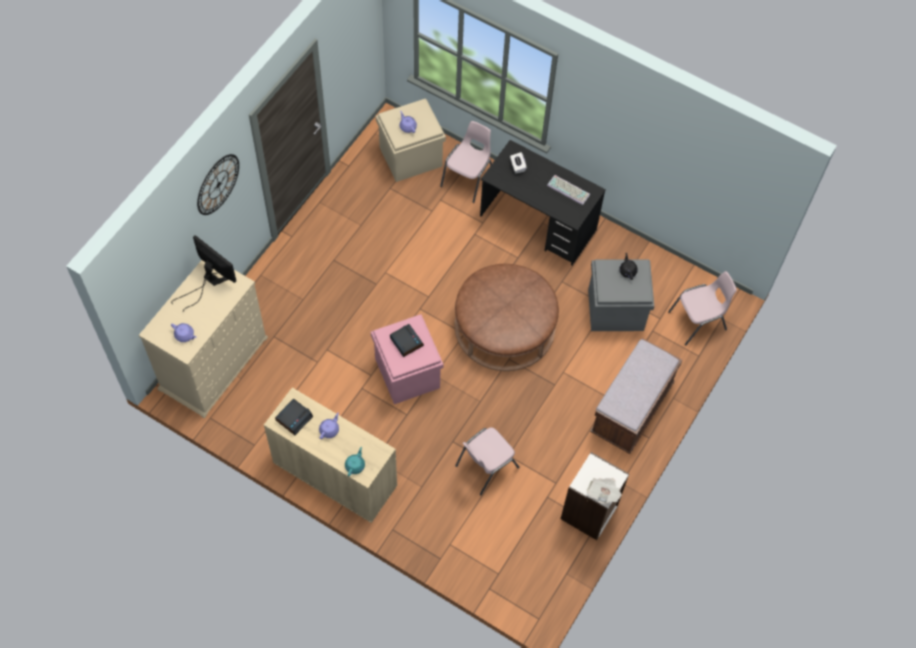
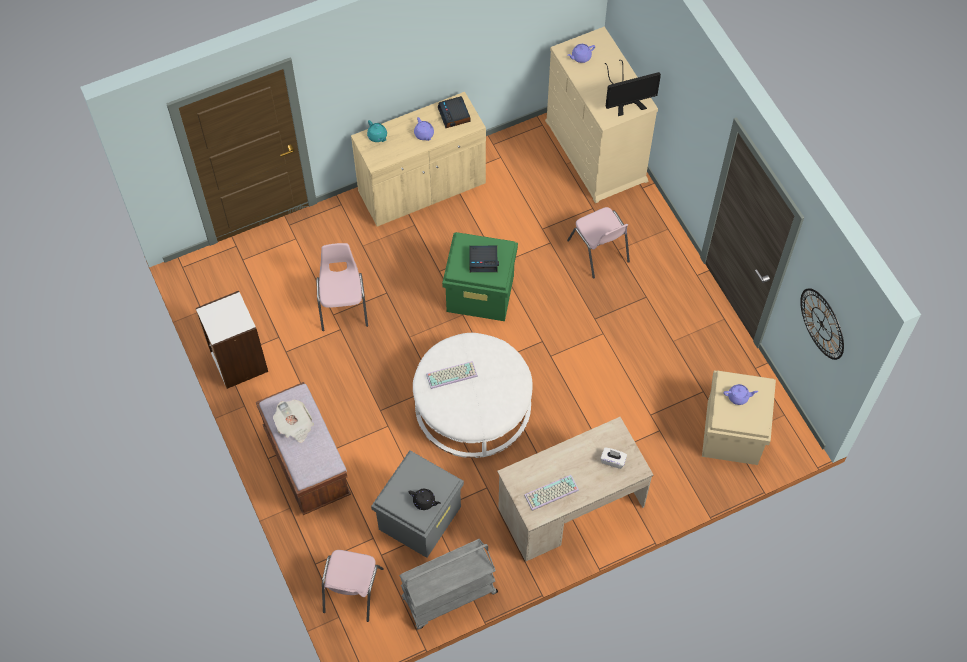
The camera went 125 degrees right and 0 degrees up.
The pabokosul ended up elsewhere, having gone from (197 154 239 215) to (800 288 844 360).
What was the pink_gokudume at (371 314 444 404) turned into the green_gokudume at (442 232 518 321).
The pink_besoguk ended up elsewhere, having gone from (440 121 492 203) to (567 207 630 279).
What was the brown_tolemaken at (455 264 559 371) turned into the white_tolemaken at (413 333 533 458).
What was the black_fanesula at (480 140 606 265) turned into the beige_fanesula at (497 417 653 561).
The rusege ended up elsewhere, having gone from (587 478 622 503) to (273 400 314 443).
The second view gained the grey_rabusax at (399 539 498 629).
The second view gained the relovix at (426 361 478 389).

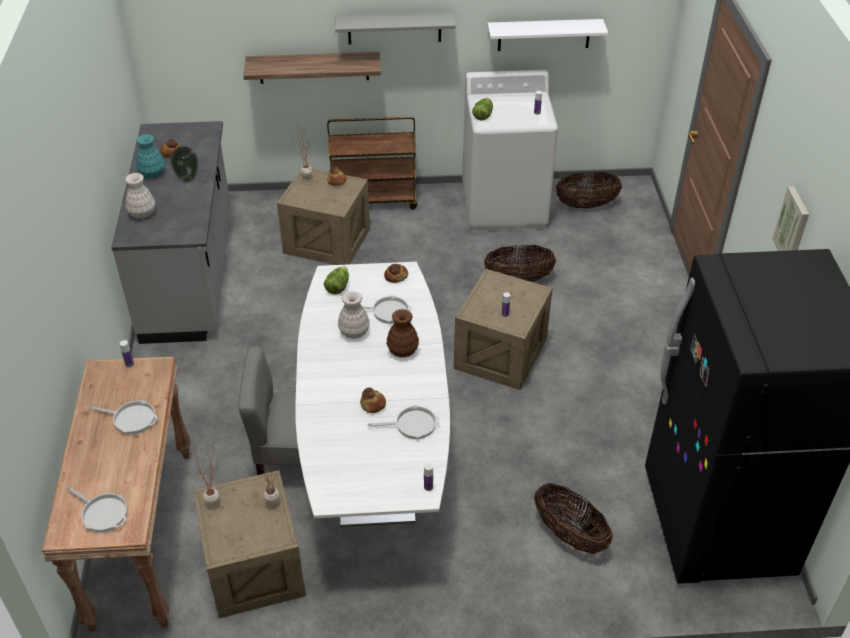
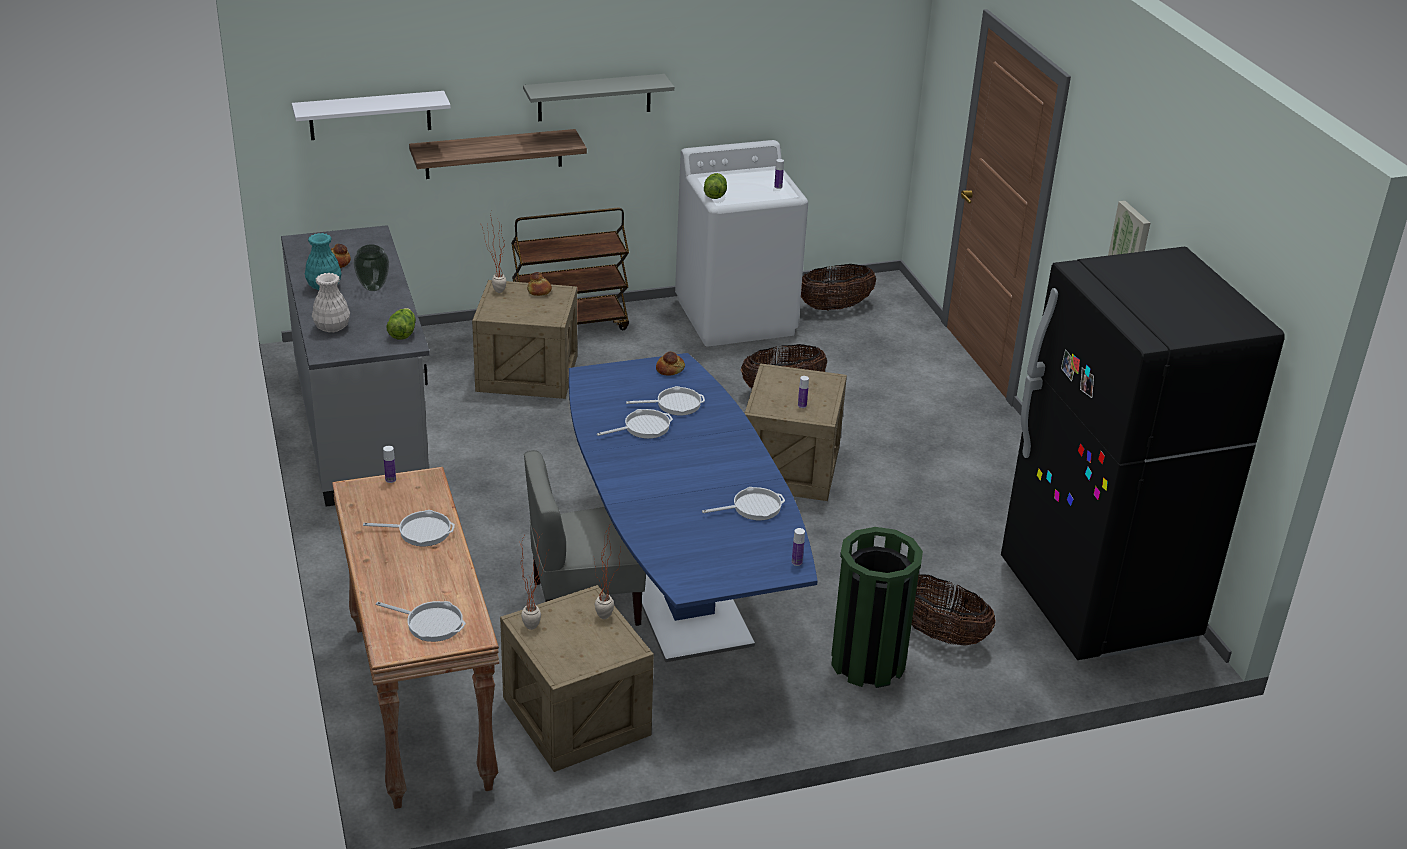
The camera went 15 degrees left and 10 degrees down.
What was the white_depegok at (295 262 450 527) turned into the blue_depegok at (569 353 818 662).
The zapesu ended up elsewhere, having gone from (324 266 349 295) to (386 308 416 340).
Where the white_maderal stood at (338 291 370 339), the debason came to stand at (597 409 673 439).
The second view lost the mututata at (360 387 386 413).
The second view lost the brown_maderal at (386 309 419 357).
The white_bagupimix ended up elsewhere, having gone from (487 19 608 51) to (292 91 451 140).
The second view gained the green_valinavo at (831 527 923 688).

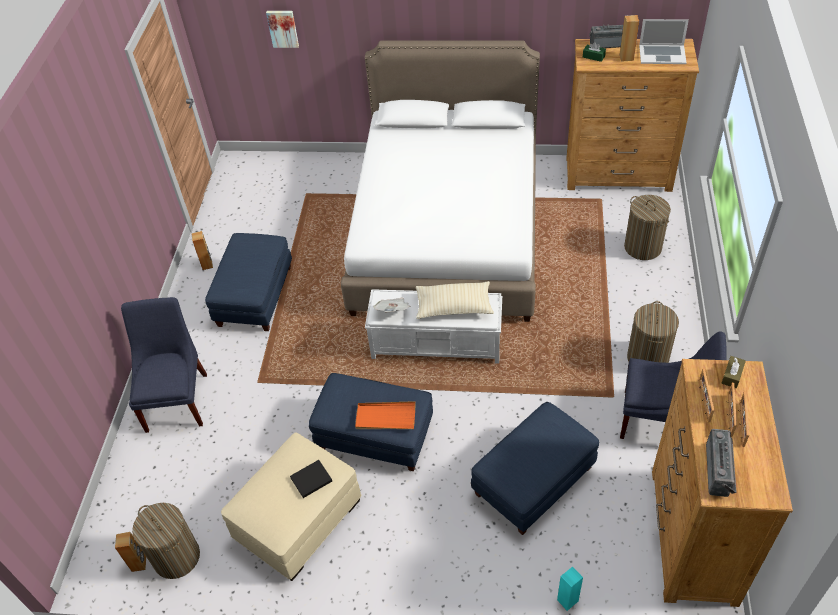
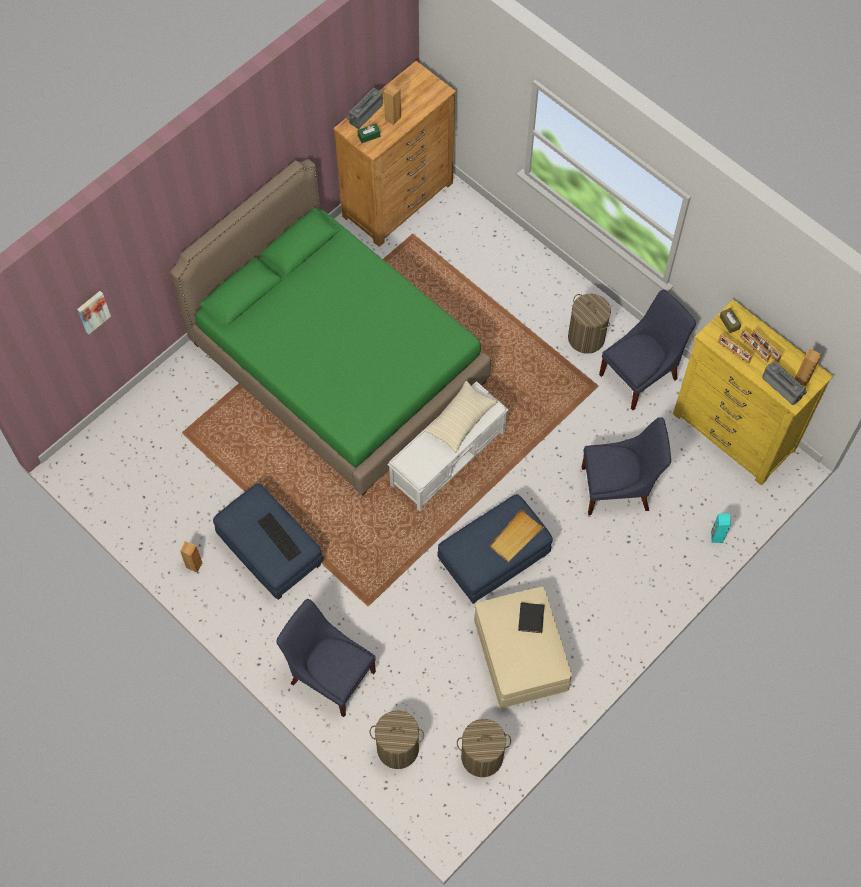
The camera went 55 degrees left and 15 degrees up.
The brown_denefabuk ended up elsewhere, having gone from (115 532 146 572) to (795 348 822 387).
What was the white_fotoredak at (341 41 540 322) turned into the green_fotoredak at (170 159 491 496).
What was the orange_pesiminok at (355 401 415 429) turned into the beige_pesiminok at (489 509 543 563).
The second view lost the rusege at (373 297 411 312).
Where the blue_tolemaken stood at (471 402 599 535), the blue_besoguk came to stand at (582 417 671 515).
The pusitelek ended up elsewhere, having gone from (624 195 671 260) to (370 711 424 769).
The second view lost the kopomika at (639 19 689 64).
What was the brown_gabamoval at (652 359 793 607) turned into the yellow_gabamoval at (673 299 833 486).
The second view gained the relovix at (257 513 302 561).

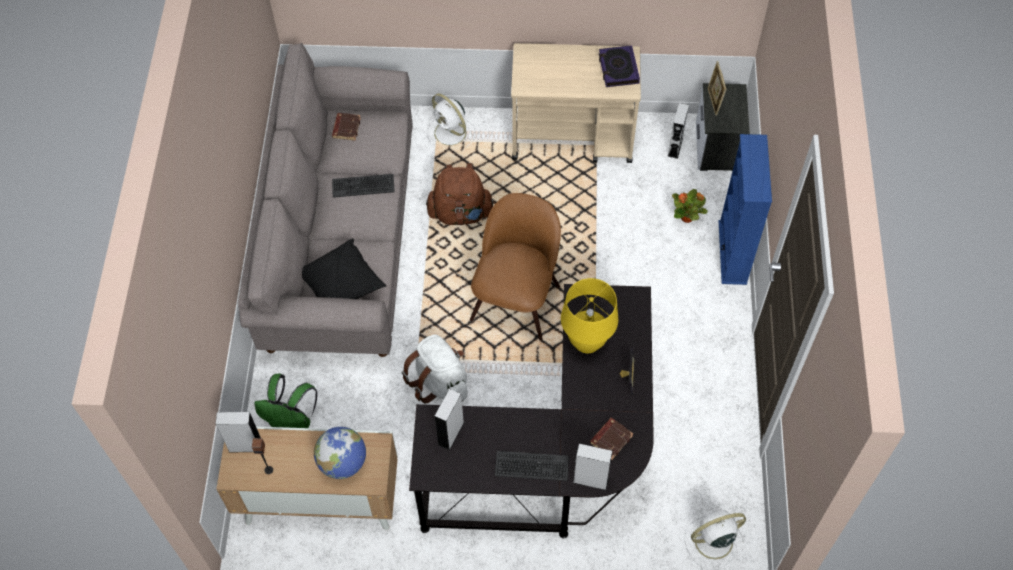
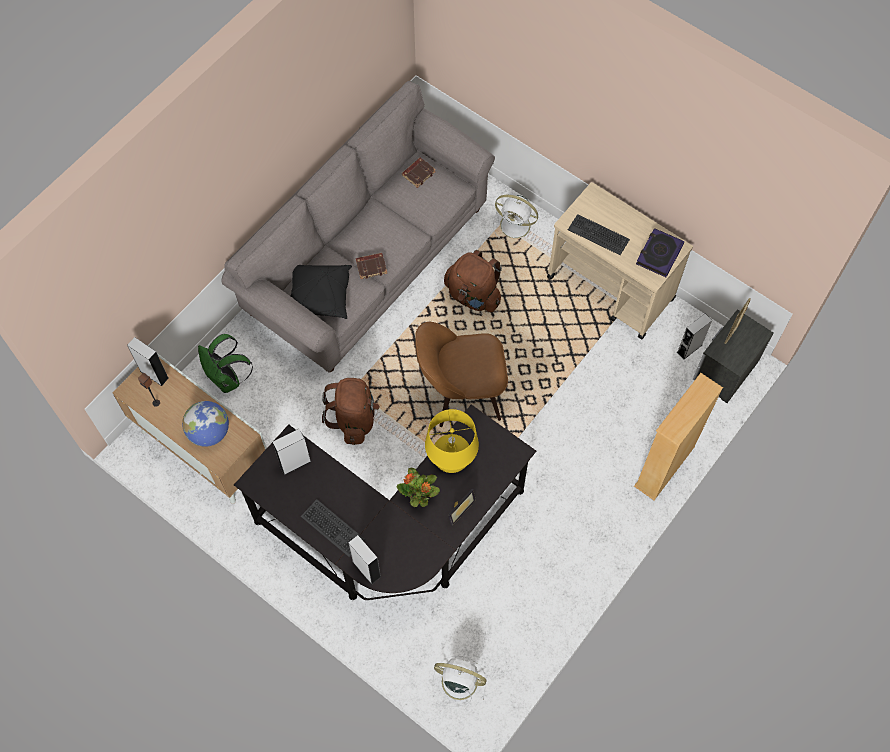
The camera went 35 degrees right and 5 degrees up.
The relovix ended up elsewhere, having gone from (332 174 395 198) to (568 214 630 255).
What was the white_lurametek at (402 334 468 404) turned into the brown_lurametek at (322 378 380 445).
The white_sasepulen at (427 93 476 147) ended up facing another way, 60 degrees counterclockwise from before.
The brown_besoguk at (470 193 561 340) ended up facing another way, 150 degrees counterclockwise from before.
The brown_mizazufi ended up elsewhere, having gone from (590 418 633 460) to (356 253 387 279).
The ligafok ended up elsewhere, having gone from (672 189 707 223) to (397 467 440 507).
What was the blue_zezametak at (719 134 772 285) turned into the beige_zezametak at (634 373 723 500).

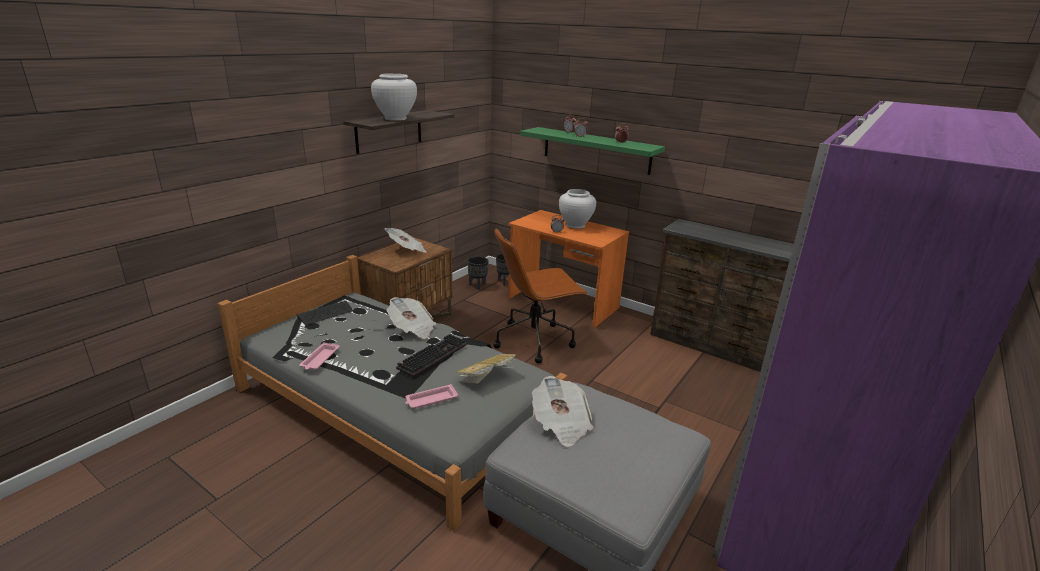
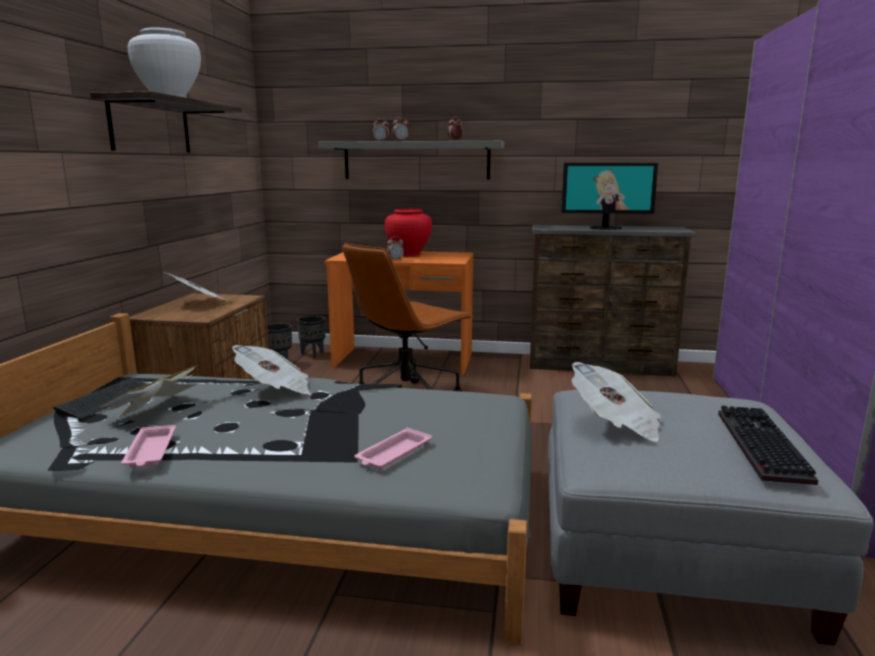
The camera went 25 degrees left and 10 degrees down.
The relovix ended up elsewhere, having gone from (396 334 467 377) to (718 405 818 485).
The mizazufi ended up elsewhere, having gone from (455 354 517 383) to (98 366 197 420).
What was the green_bagupimix at (520 127 665 175) turned into the grey_bagupimix at (318 141 504 180).
What was the white_maderal at (559 189 596 229) turned into the red_maderal at (385 208 432 256).
The second view gained the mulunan at (561 163 658 230).

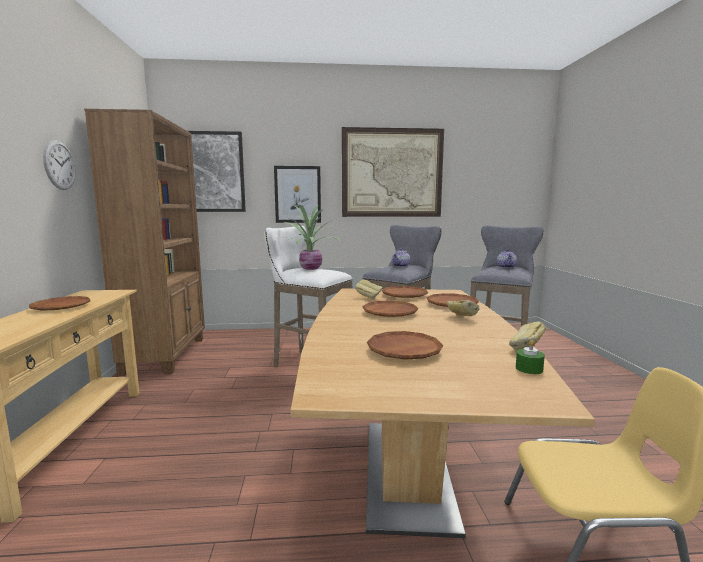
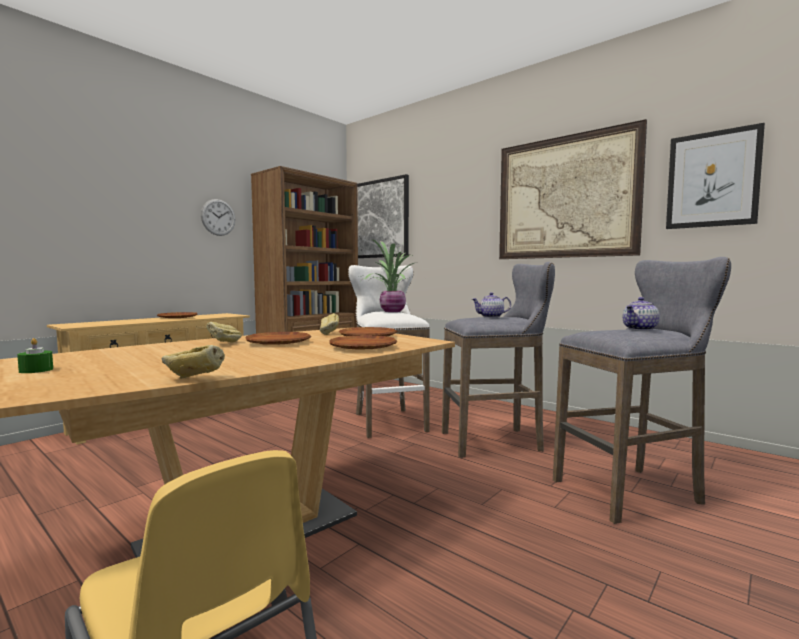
The camera went 45 degrees right and 5 degrees down.
The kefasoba ended up elsewhere, having gone from (274 166 321 223) to (666 123 765 229).
The second view lost the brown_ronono at (367 331 443 360).
The mututata ended up elsewhere, having gone from (447 300 480 316) to (206 322 242 343).
The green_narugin ended up elsewhere, having gone from (516 340 545 374) to (17 338 53 373).

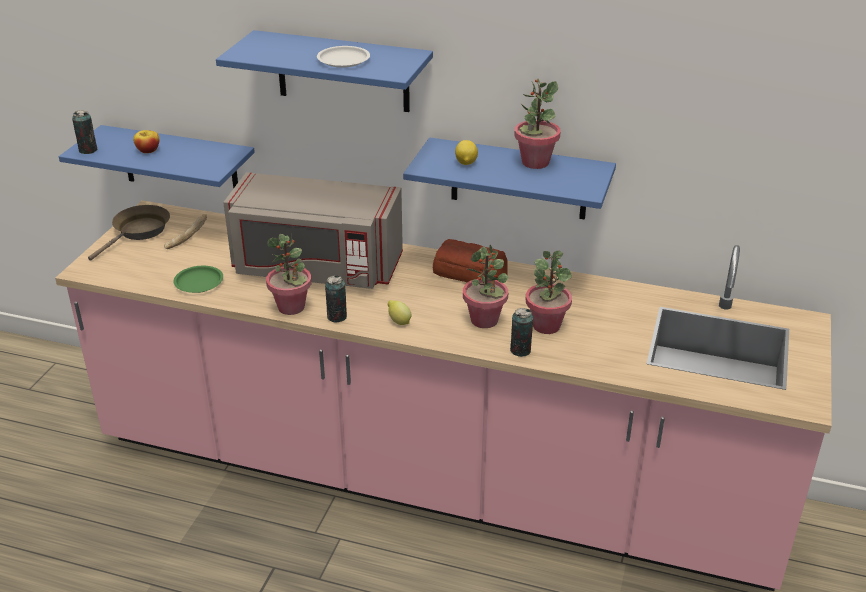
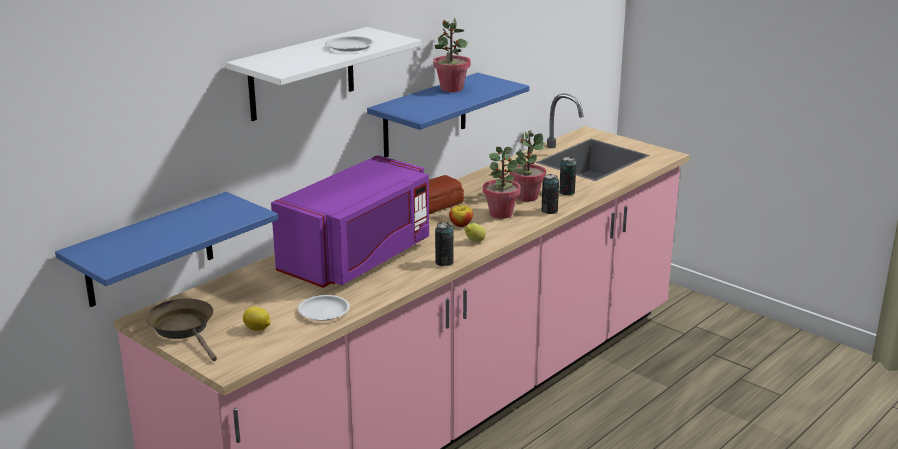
The camera went 65 degrees left and 10 degrees down.
The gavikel ended up elsewhere, having gone from (72 110 97 154) to (559 157 576 195).
The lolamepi ended up elsewhere, having gone from (133 130 159 153) to (449 205 473 227).
The second view lost the mututata at (164 214 207 249).
What was the green_ronono at (173 266 223 293) turned into the white_ronono at (298 295 350 321).
What was the blue_bagupimix at (216 30 433 112) turned into the white_bagupimix at (226 27 421 121).
What was the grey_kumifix at (223 172 403 289) turned into the purple_kumifix at (271 155 429 288).
The second view lost the ligafok at (266 233 312 315).
The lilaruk ended up elsewhere, having gone from (455 140 478 165) to (243 306 270 331).

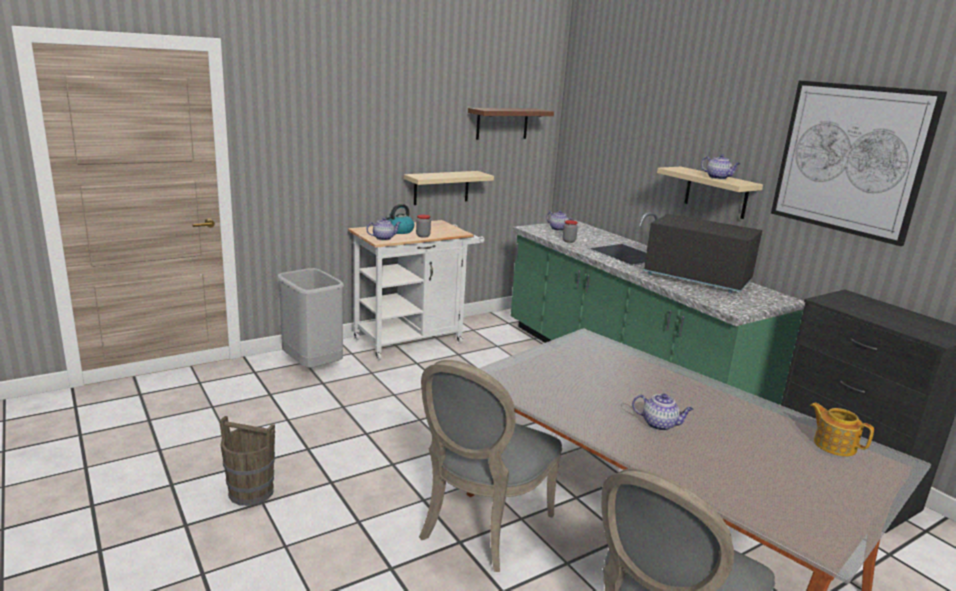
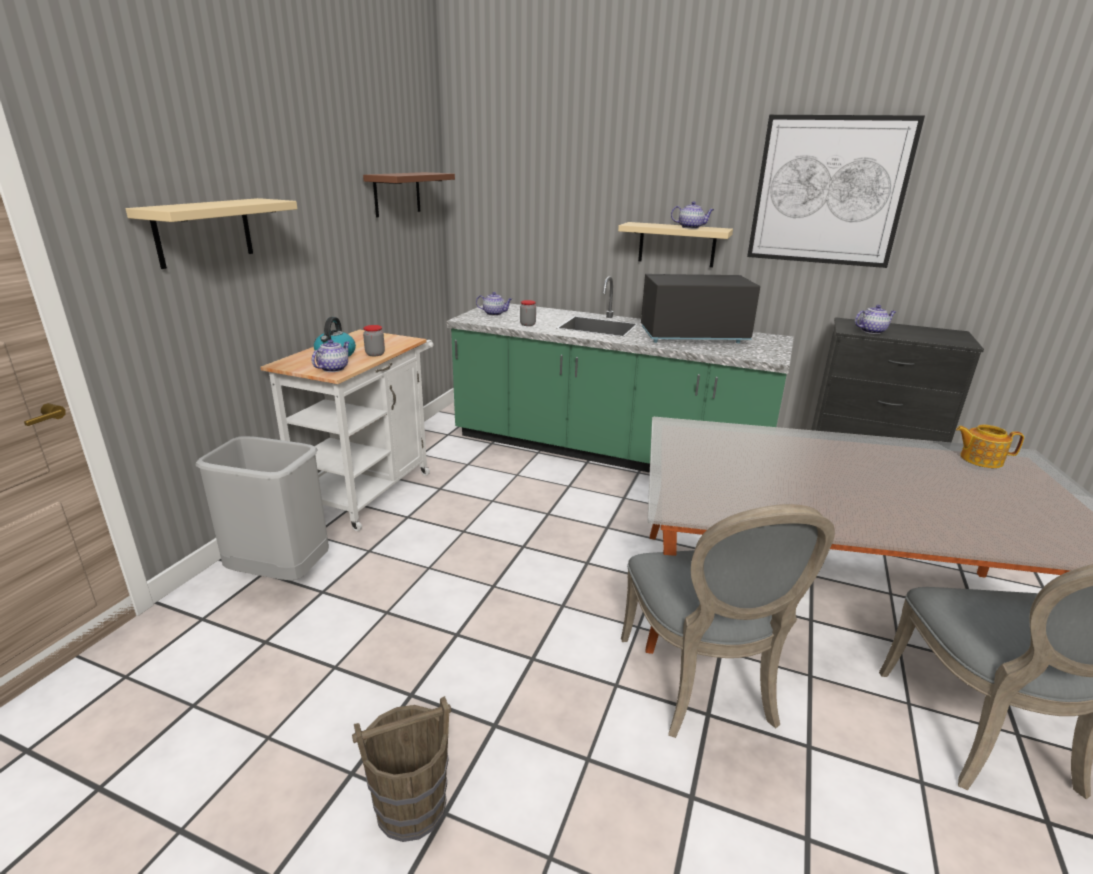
The camera went 35 degrees left and 5 degrees up.
The beige_bagupimix ended up elsewhere, having gone from (404 171 494 205) to (126 198 297 269).
The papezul ended up elsewhere, having gone from (632 394 694 431) to (855 305 896 334).

